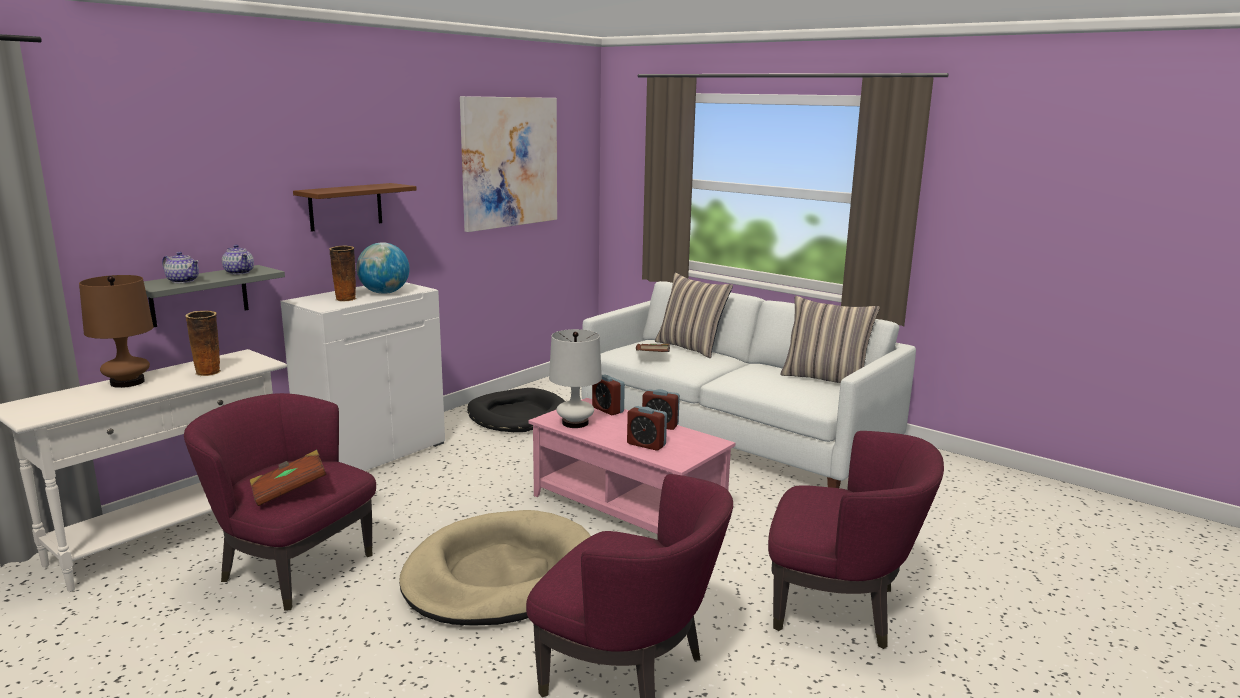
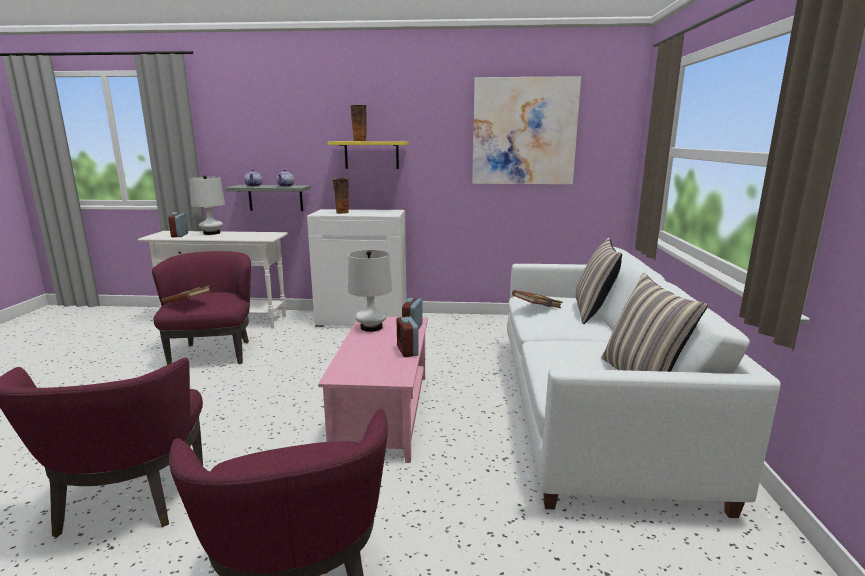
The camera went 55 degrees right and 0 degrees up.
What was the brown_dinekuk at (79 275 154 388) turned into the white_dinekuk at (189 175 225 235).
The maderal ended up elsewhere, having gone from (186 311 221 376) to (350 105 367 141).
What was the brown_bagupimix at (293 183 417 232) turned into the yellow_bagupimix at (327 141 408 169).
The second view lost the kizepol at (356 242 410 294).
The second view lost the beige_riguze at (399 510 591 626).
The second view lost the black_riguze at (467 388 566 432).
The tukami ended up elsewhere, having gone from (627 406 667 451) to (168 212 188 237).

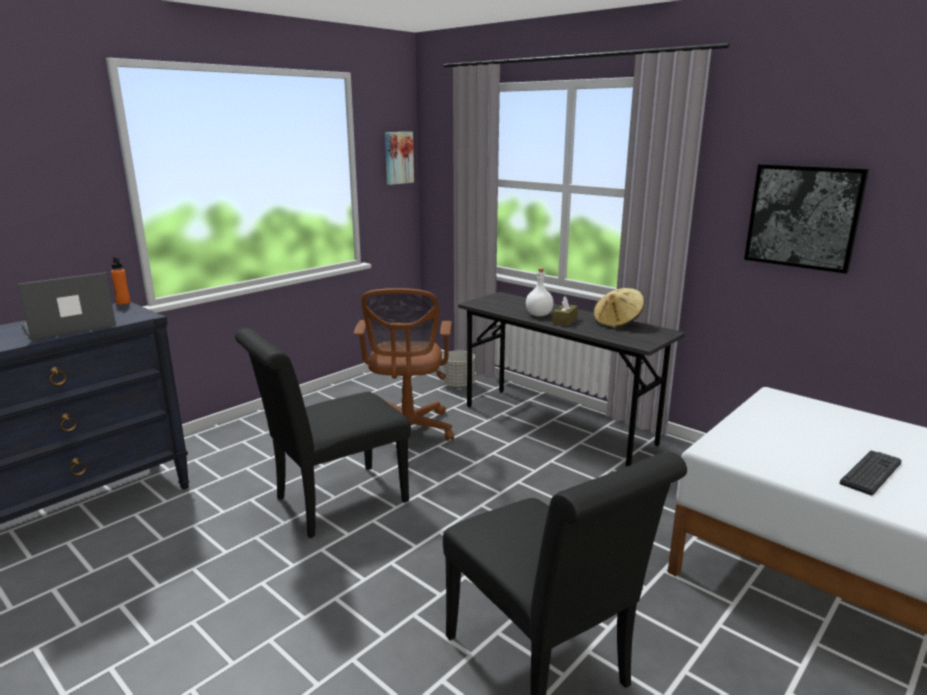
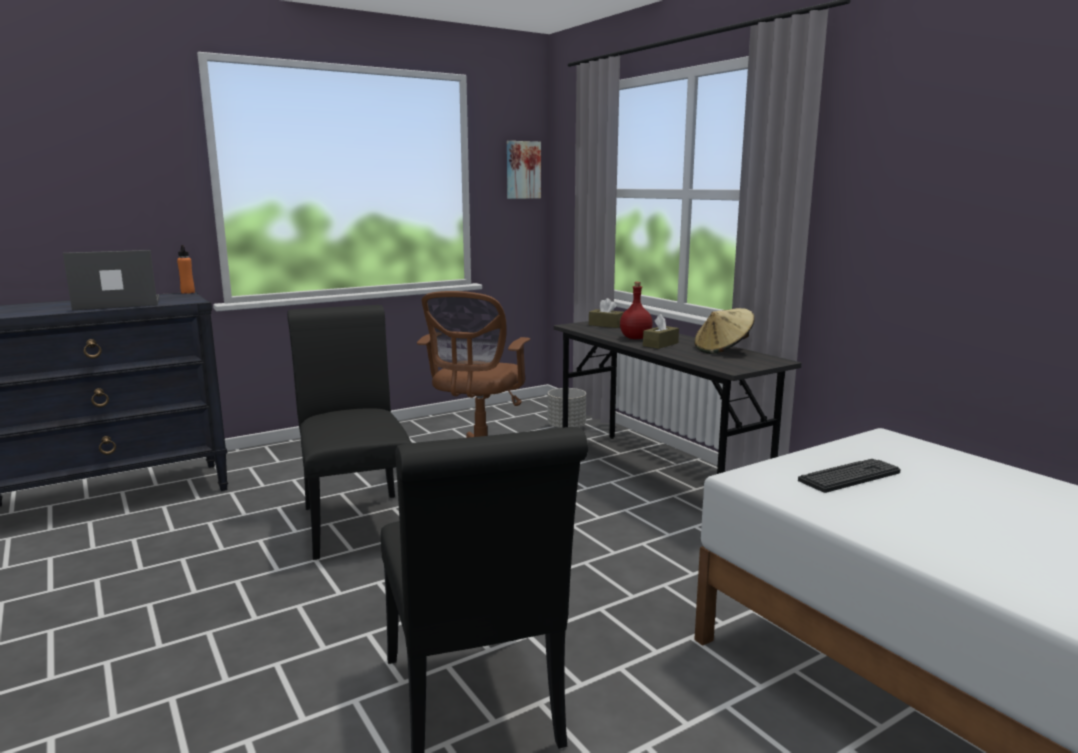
The camera went 15 degrees right and 5 degrees down.
The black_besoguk at (235 328 411 538) ended up facing another way, 90 degrees clockwise from before.
What was the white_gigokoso at (526 268 554 316) turned into the red_gigokoso at (620 282 653 339).
The second view lost the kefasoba at (744 164 869 274).
The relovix ended up elsewhere, having gone from (839 451 902 496) to (798 459 901 493).
The second view gained the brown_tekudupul at (589 298 624 328).

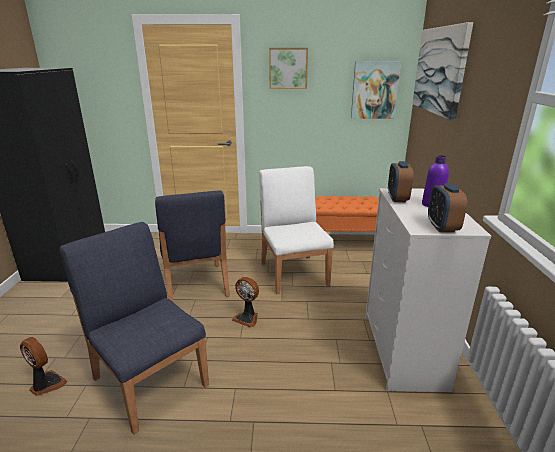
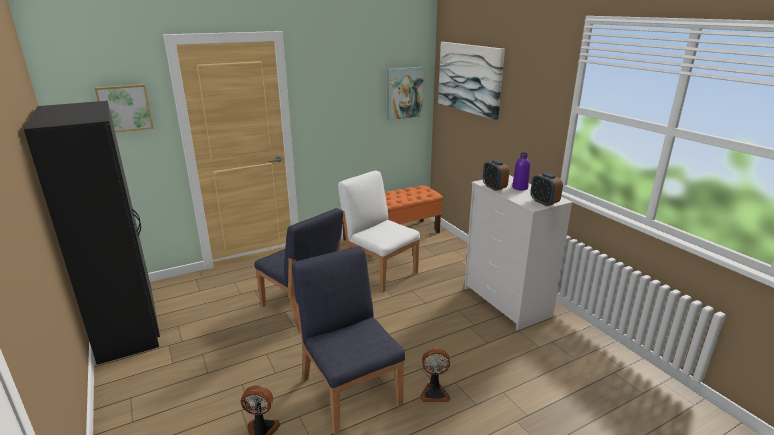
The camera went 30 degrees left and 0 degrees up.
The blue_besoguk at (59 222 209 435) ended up facing another way, 45 degrees clockwise from before.
The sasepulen ended up elsewhere, having gone from (232 277 259 328) to (420 348 450 402).
The kefasoba ended up elsewhere, having gone from (269 48 308 89) to (95 84 154 133).

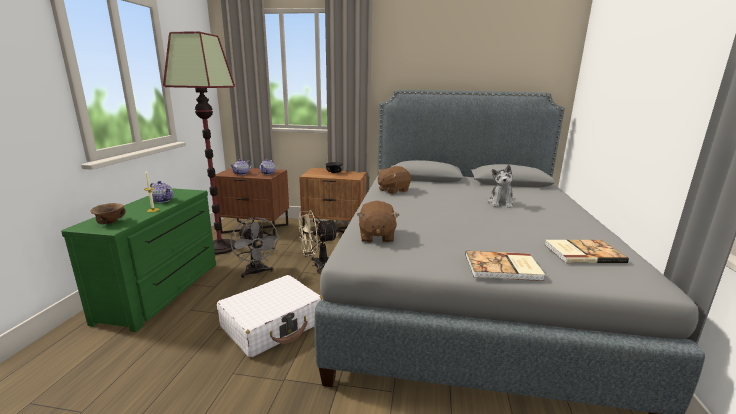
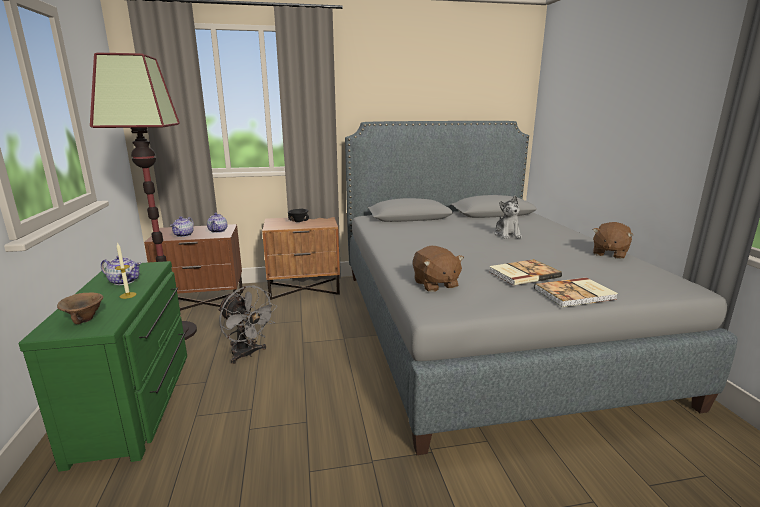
The camera went 20 degrees left and 0 degrees up.
The second view lost the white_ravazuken at (217 275 323 358).
The second view lost the beige_sasepulen at (298 210 339 273).
The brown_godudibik ended up elsewhere, having gone from (378 166 411 194) to (593 222 633 259).
The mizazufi ended up elsewhere, having gone from (545 240 629 263) to (489 259 562 286).

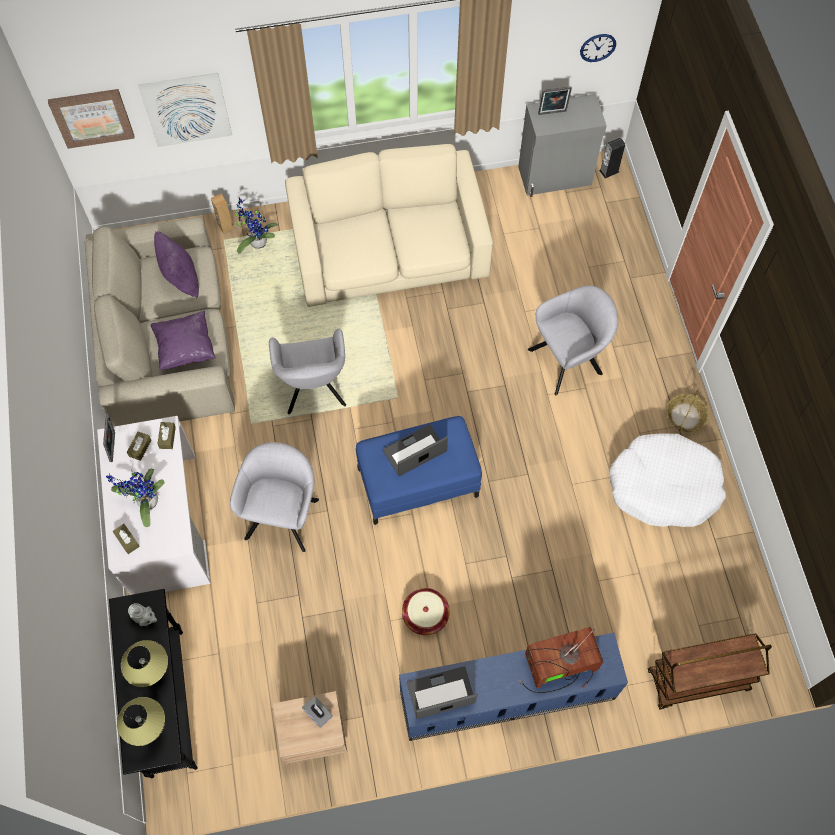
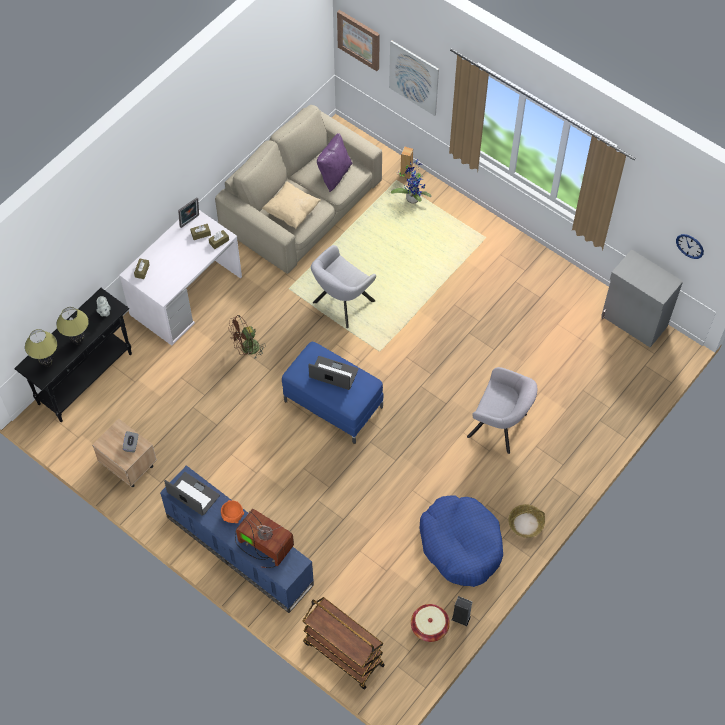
The camera went 50 degrees right and 5 degrees down.
The second view lost the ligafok at (106 469 165 527).
What was the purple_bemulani at (151 311 216 370) turned into the beige_bemulani at (262 181 321 229).
Where the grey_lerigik stood at (230 442 319 552), the brown_sasepulen came to stand at (228 315 266 360).
The second view lost the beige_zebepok at (285 144 493 307).
The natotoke ended up elsewhere, having gone from (402 588 450 635) to (411 604 450 642).
The second view lost the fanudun at (538 86 572 115).
The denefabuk ended up elsewhere, having gone from (599 137 625 178) to (451 596 472 626).
What was the white_riguze at (609 434 726 527) turned into the blue_riguze at (420 496 503 587).
The second view gained the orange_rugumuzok at (221 500 244 523).

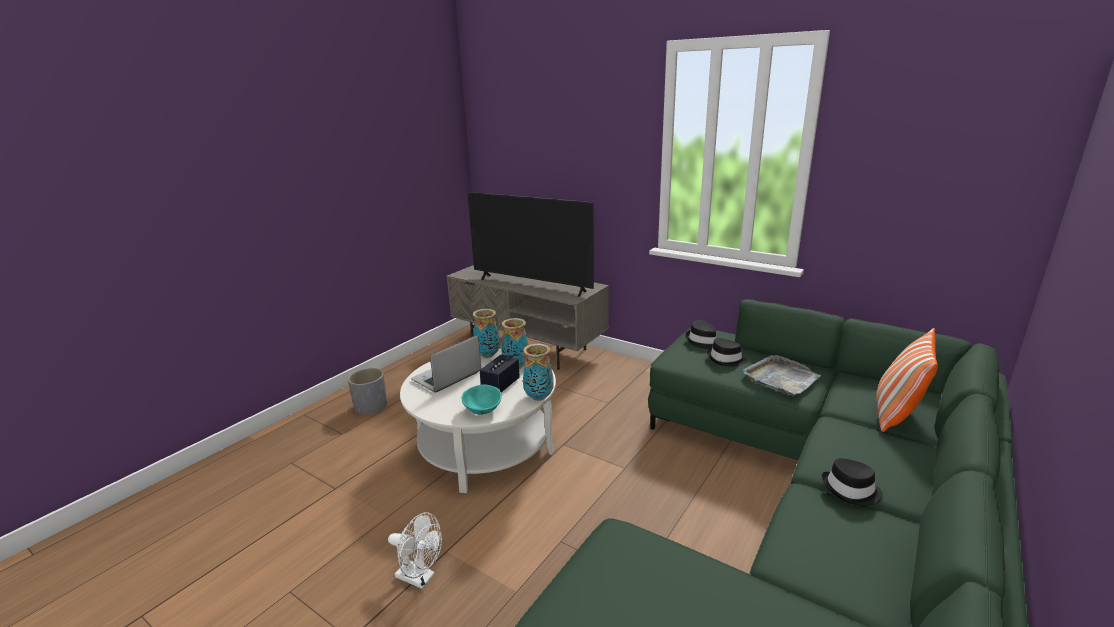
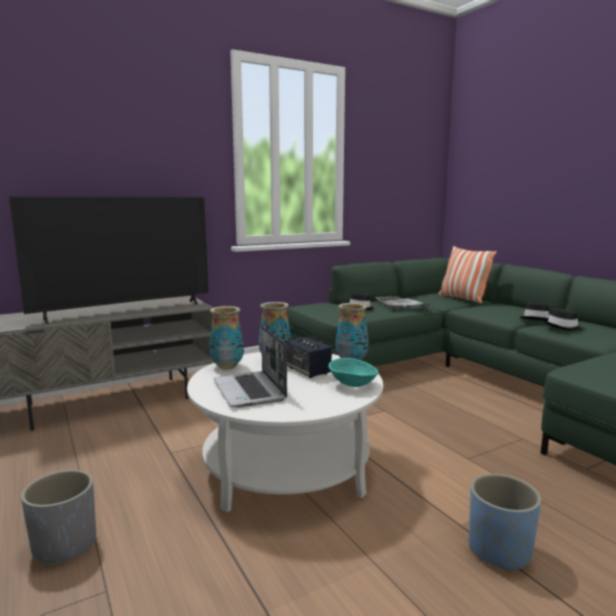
The camera went 65 degrees left and 10 degrees down.
Where the white_sasepulen stood at (388 513 442 589), the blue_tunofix came to stand at (469 474 541 572).
The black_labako ended up elsewhere, having gone from (686 320 716 349) to (544 308 583 331).

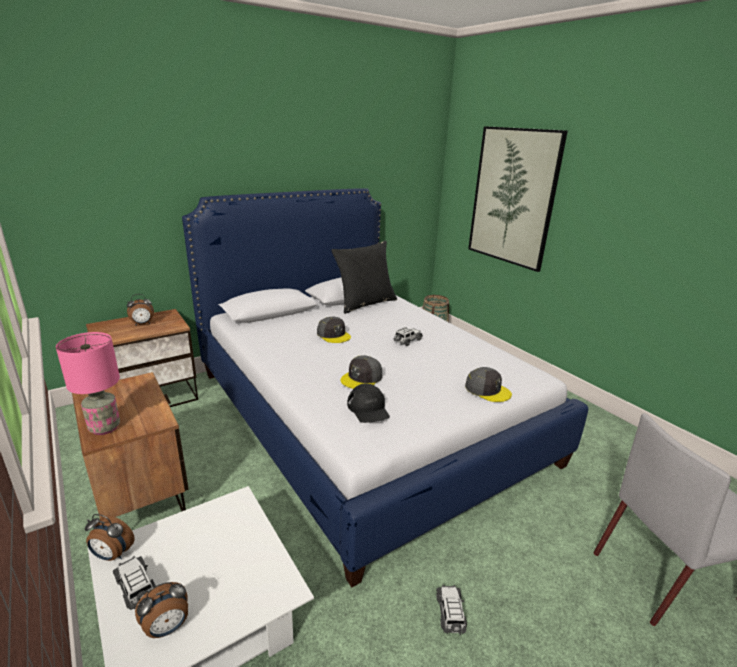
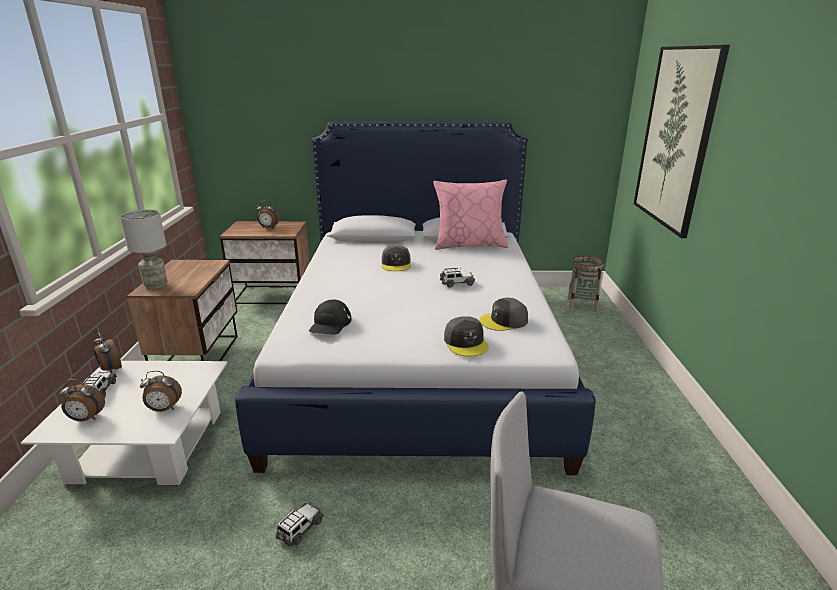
The camera went 35 degrees right and 0 degrees up.
What was the pink_dinekuk at (56 332 120 435) turned into the grey_dinekuk at (120 210 167 289).
What was the black_bemulani at (332 240 397 314) turned into the pink_bemulani at (433 179 508 250).
The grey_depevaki ended up elsewhere, having gone from (341 355 382 389) to (479 297 528 331).
The second view gained the tukami at (140 371 182 412).

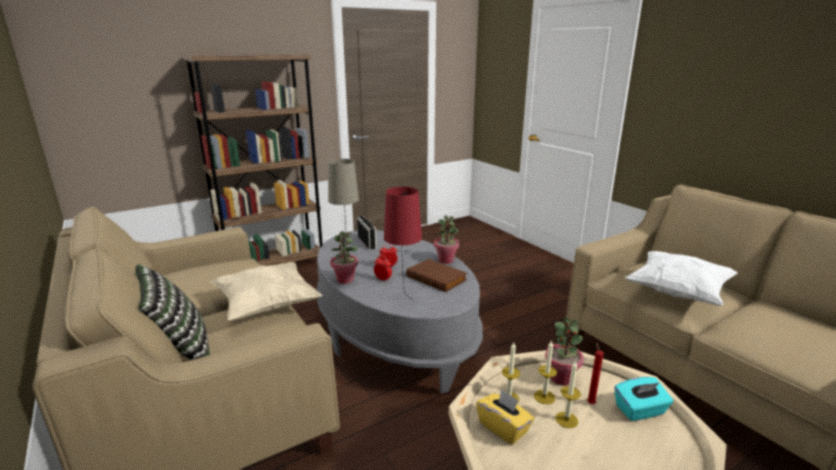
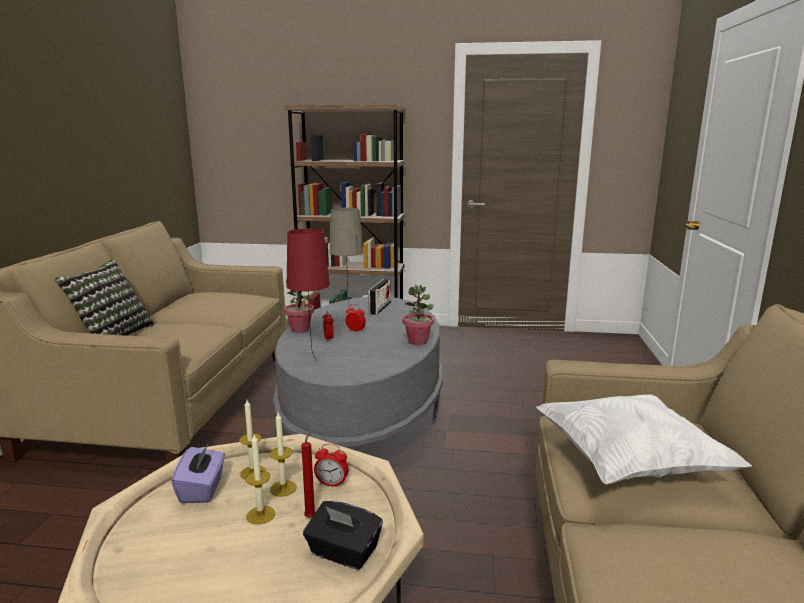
The camera went 40 degrees right and 5 degrees down.
The second view lost the beige_bemulani at (210 262 323 320).
The second view lost the brown_mizazufi at (406 259 467 292).
What was the yellow_tekudupul at (476 389 534 445) turned into the purple_tekudupul at (171 442 225 504).
Where the ligafok stood at (545 317 584 386), the tukami came to stand at (314 444 349 487).
What was the turquoise_tekudupul at (614 377 673 421) turned into the black_tekudupul at (303 501 383 570).

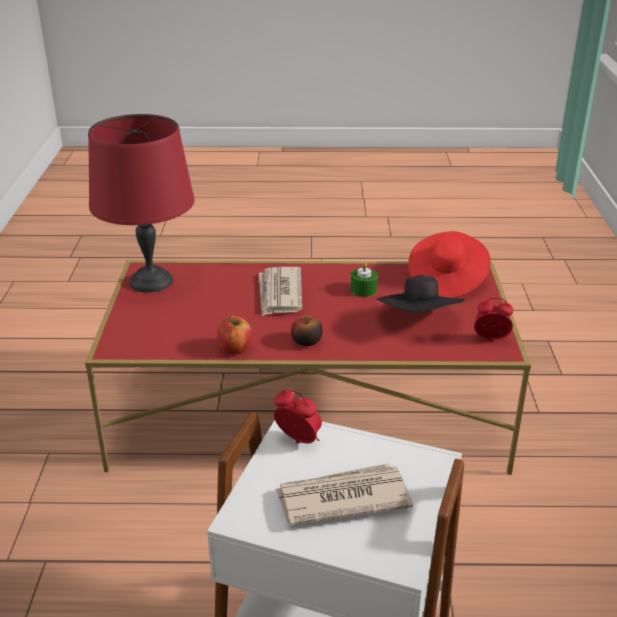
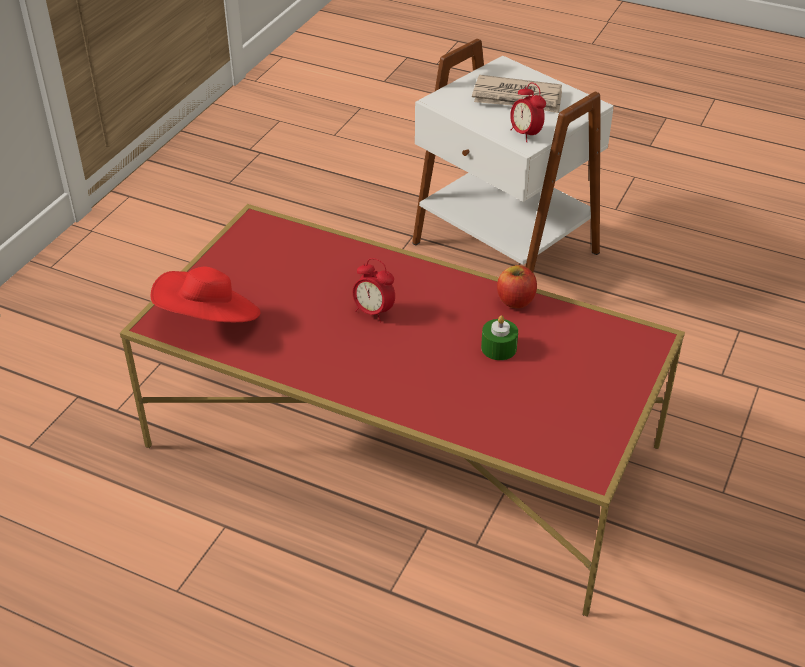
The camera went 155 degrees left and 10 degrees up.
The second view lost the red_dinekuk at (88 114 195 293).
The second view lost the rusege at (259 267 302 316).
The second view lost the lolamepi at (291 315 323 346).
The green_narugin ended up elsewhere, having gone from (350 262 378 297) to (481 315 518 360).
The second view lost the black_labako at (376 275 465 312).
The tukami ended up elsewhere, having gone from (474 298 513 341) to (353 258 395 322).

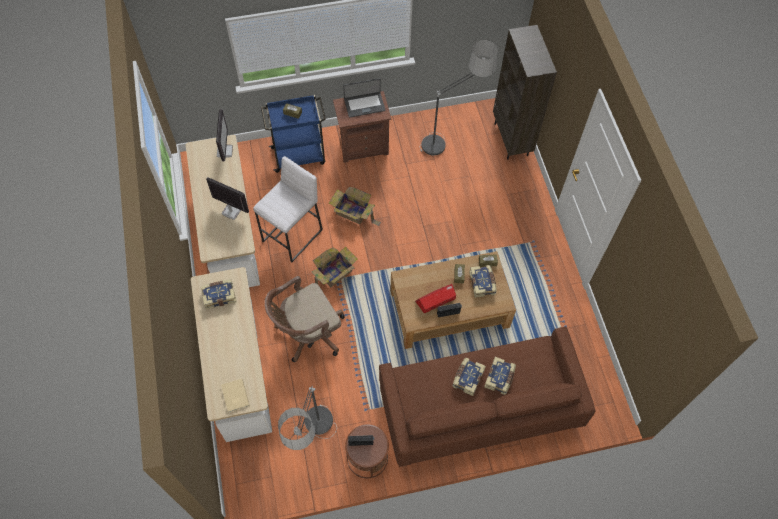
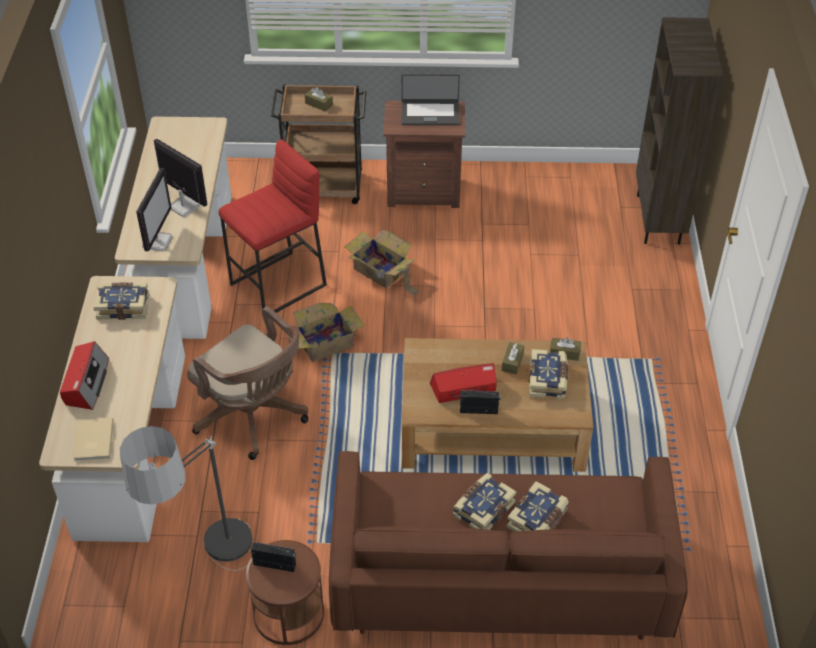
The camera went 15 degrees right and 15 degrees down.
The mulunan ended up elsewhere, having gone from (216 109 233 161) to (136 168 173 251).
What was the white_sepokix at (253 156 323 262) turned into the red_sepokix at (219 139 327 313).
What was the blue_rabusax at (261 95 326 173) turned into the brown_rabusax at (271 85 366 204).
The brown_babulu at (264 276 345 362) ended up facing another way, 120 degrees counterclockwise from before.
The second view lost the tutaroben at (420 40 498 155).
The second view gained the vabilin at (60 341 109 410).

